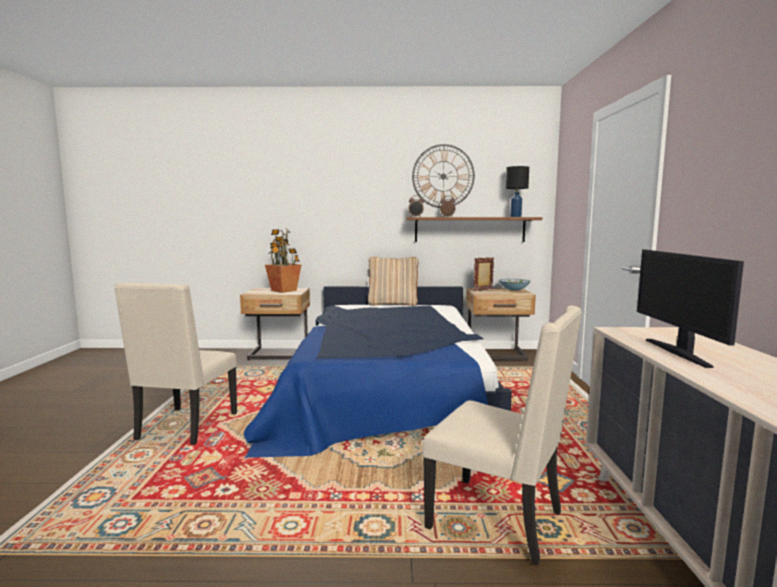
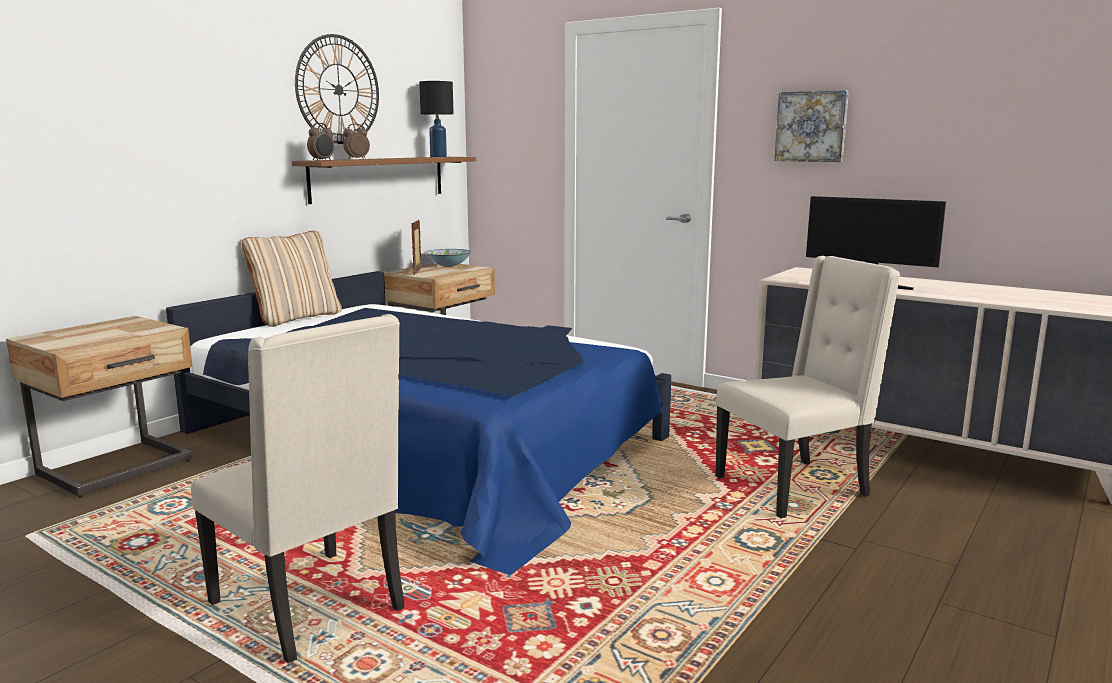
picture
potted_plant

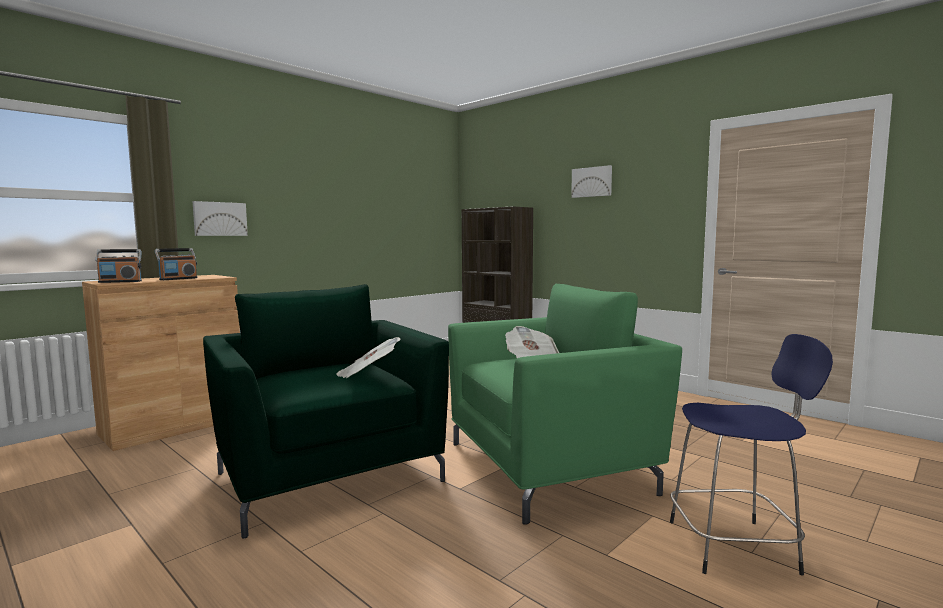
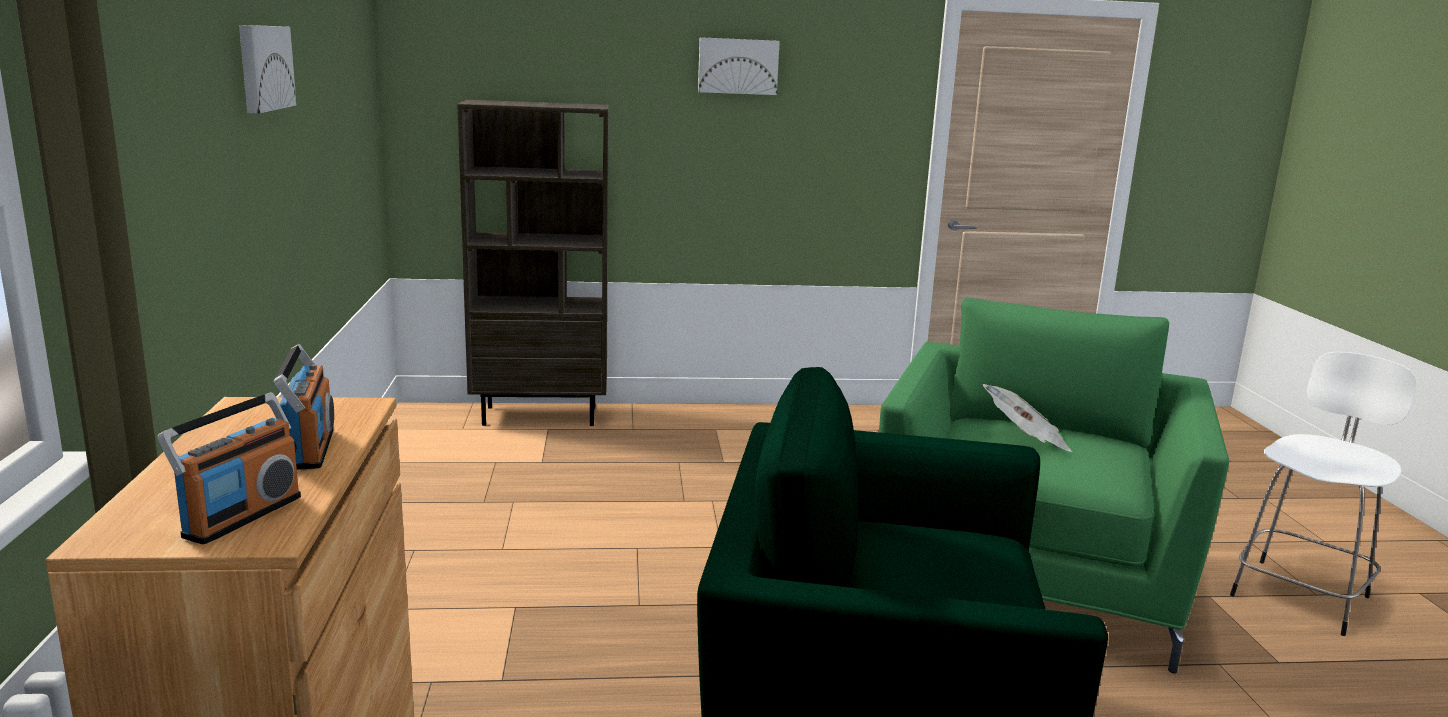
picture (1st from left)
white_stool
newspaper (1st from left in the first image)

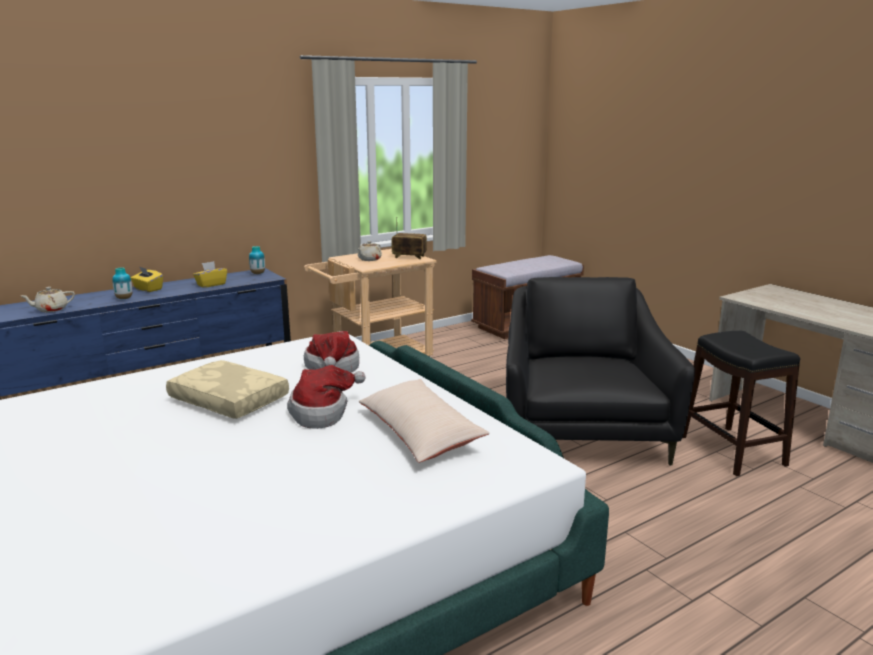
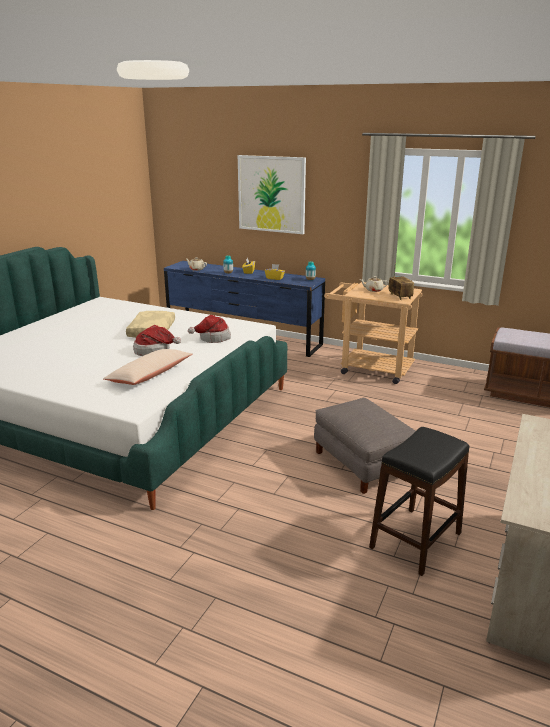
picture
grey_ottoman

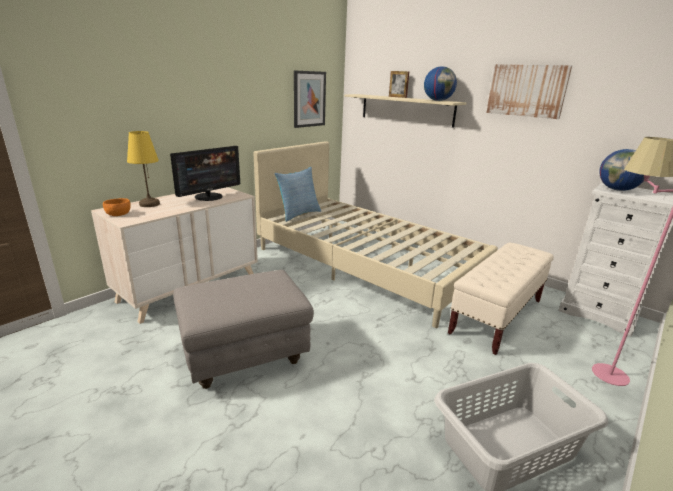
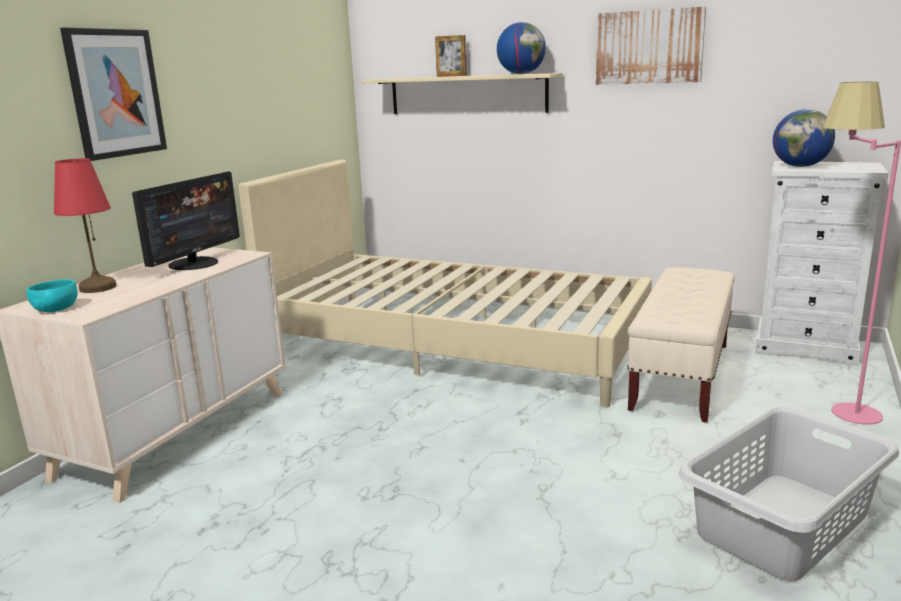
turquoise_bowl
red_table_lamp
picture (1st from left)
grey_ottoman
pillow

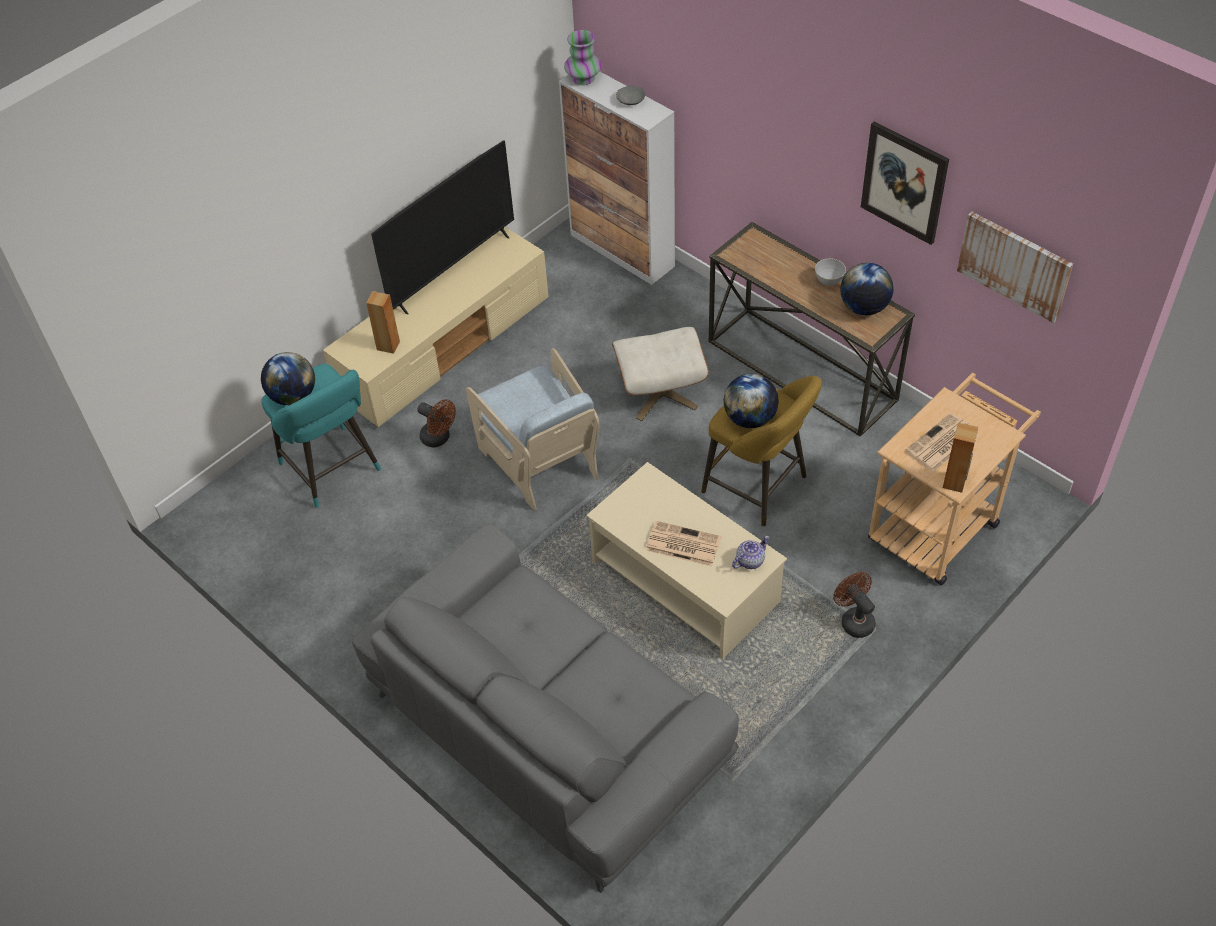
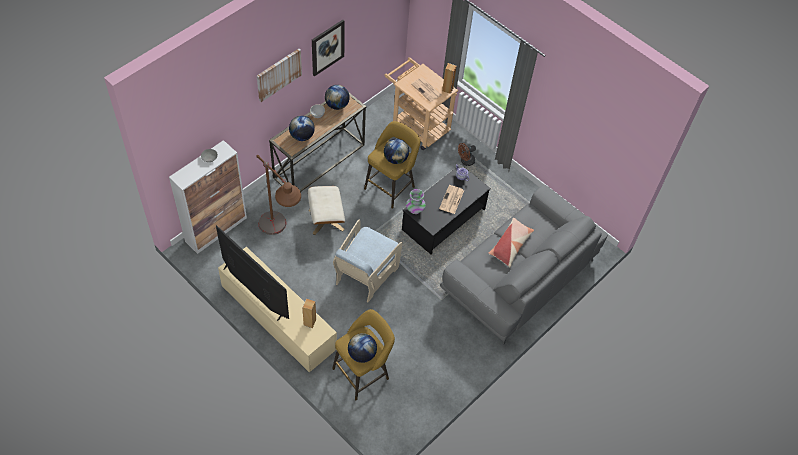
brown_floor_lamp
picture (1st from left)
globe (1st from left)
yellow_stool (1st from left)
beige_armchair
black_coffee_table
vase
pillow
brown_fan (1st from left in the first image)

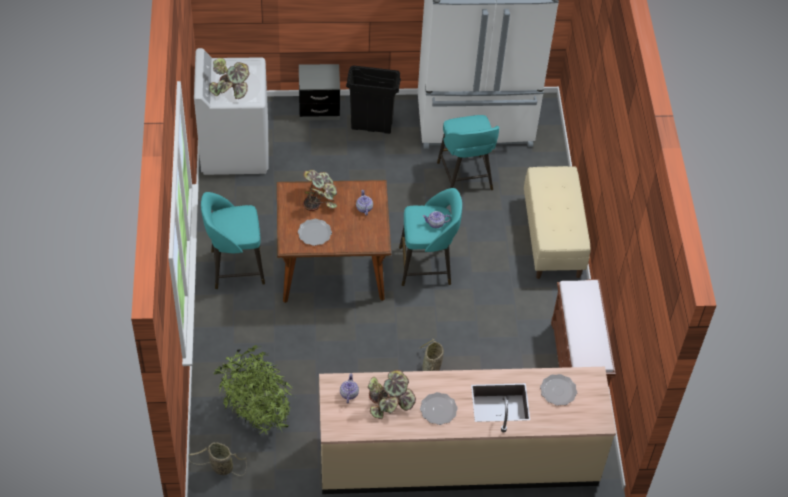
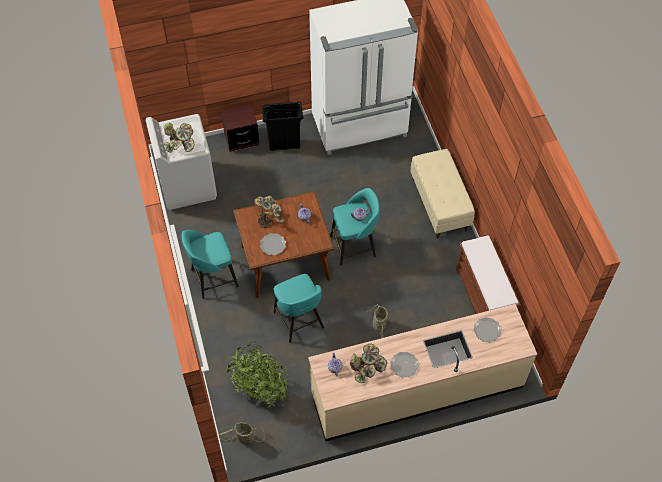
brown_nightstand
turquoise_stool (2nd from left)

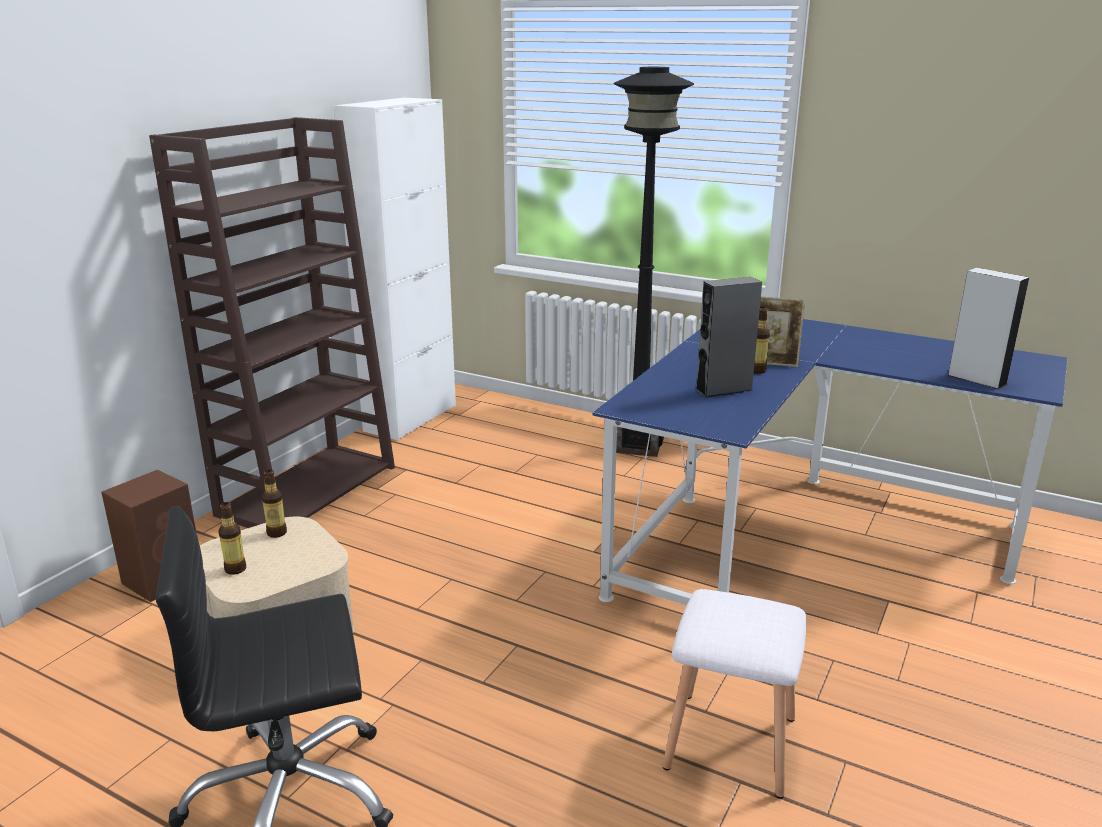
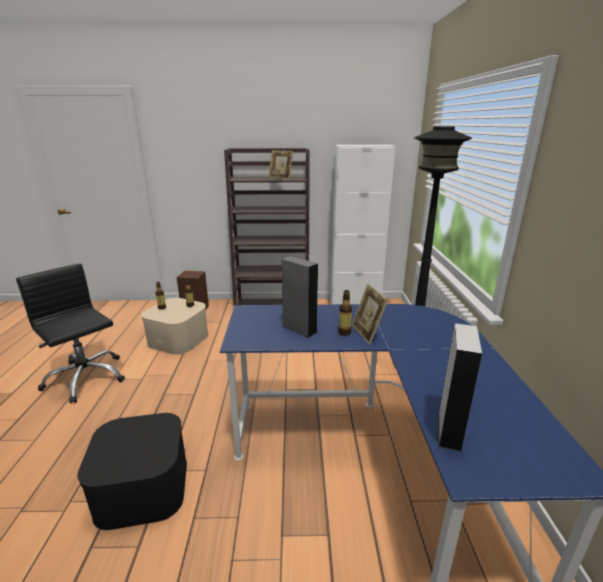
black_storage_box
picture_frame (1st from left)

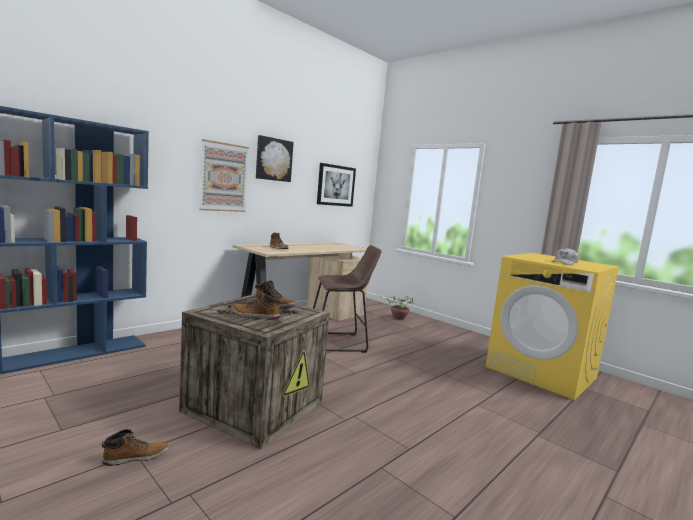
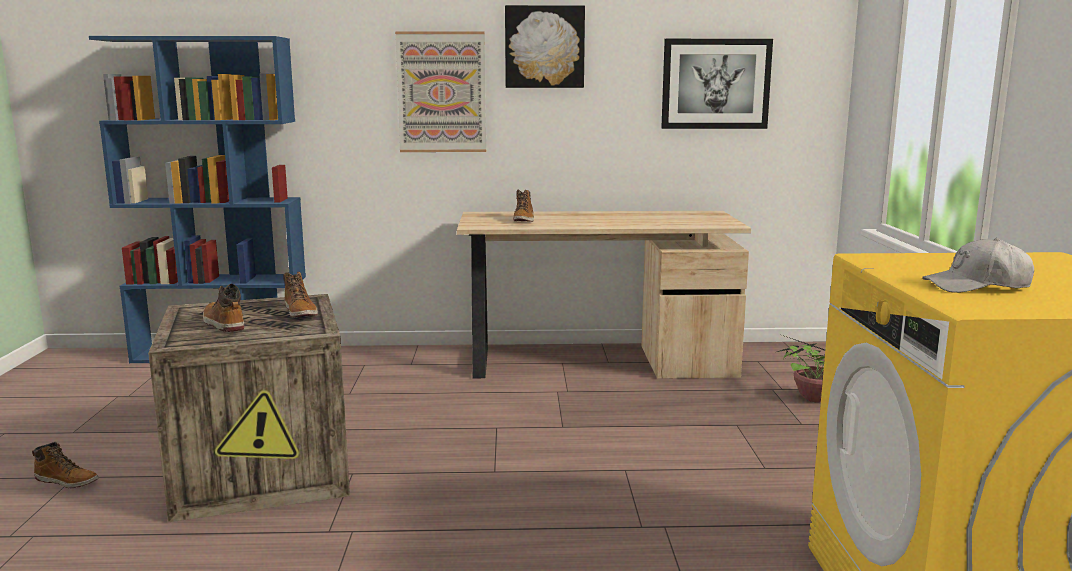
brown_stool

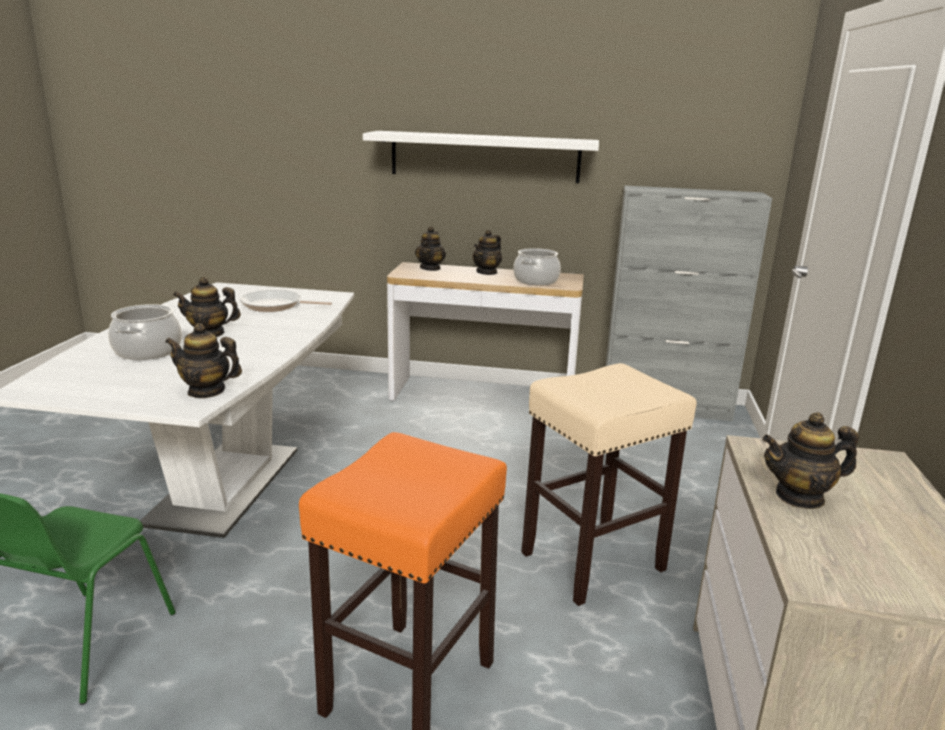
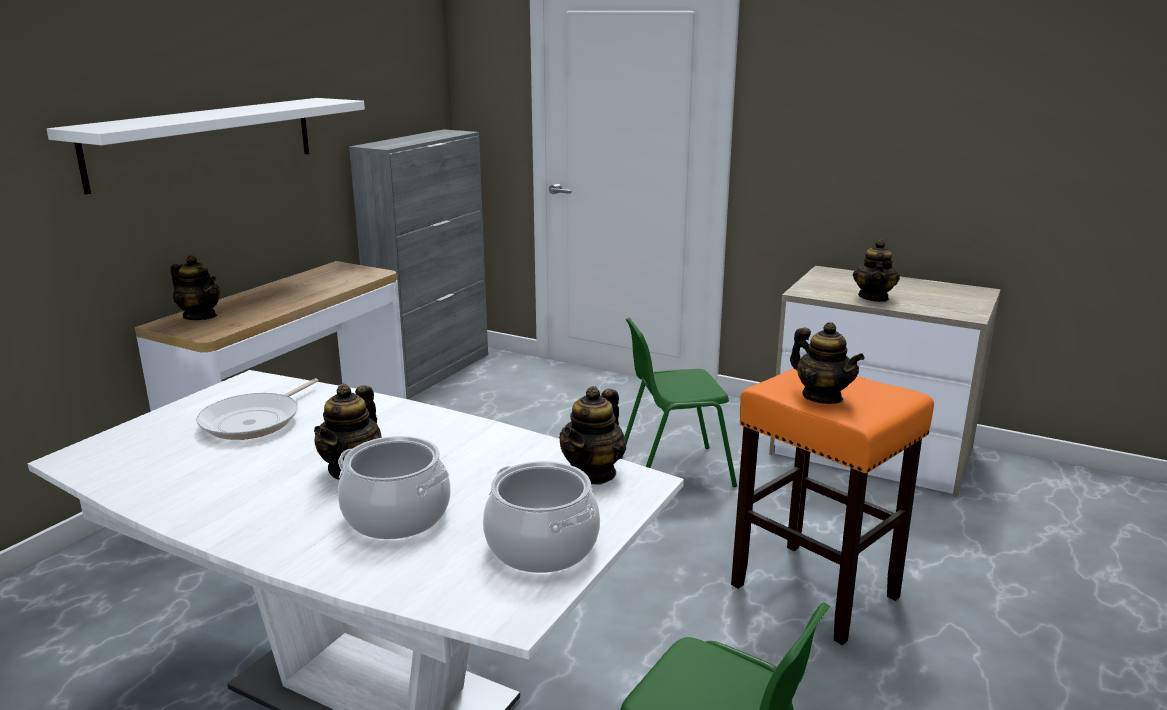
cooking_pot (2nd from left)
green_chair (1st from left)
teapot (4th from left)

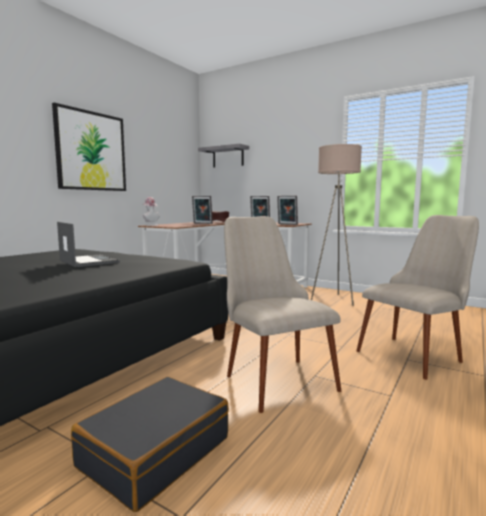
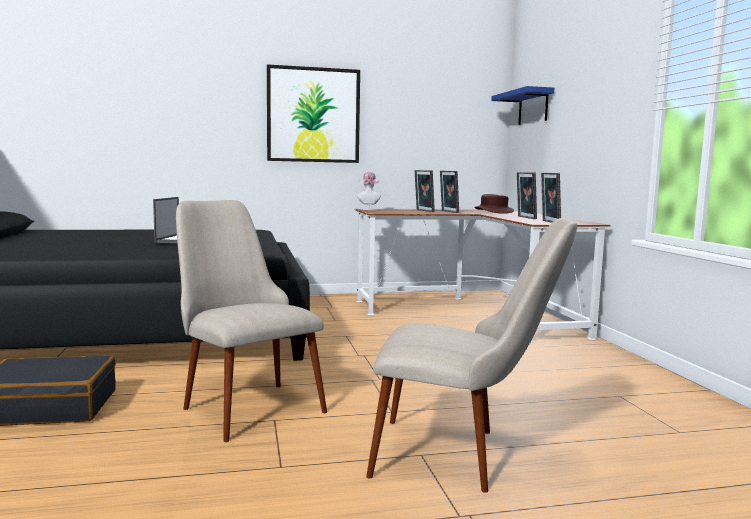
beige_chair (1st from left)
picture_frame (1st from left)
blue_shelf
beige_floor_lamp

